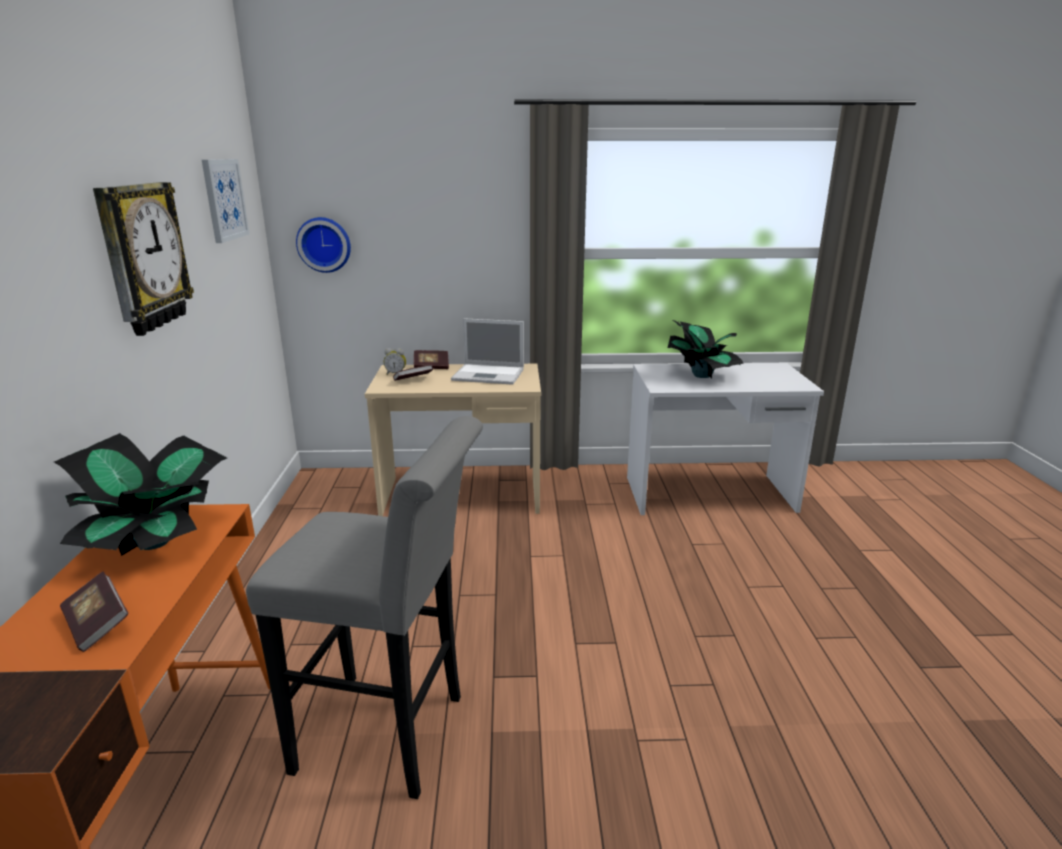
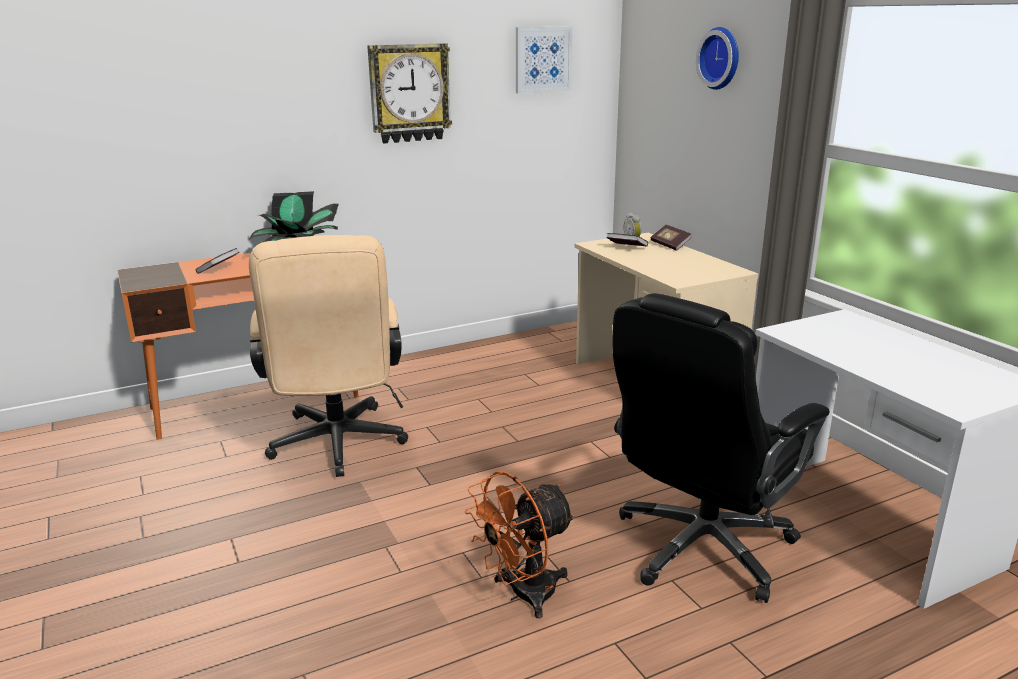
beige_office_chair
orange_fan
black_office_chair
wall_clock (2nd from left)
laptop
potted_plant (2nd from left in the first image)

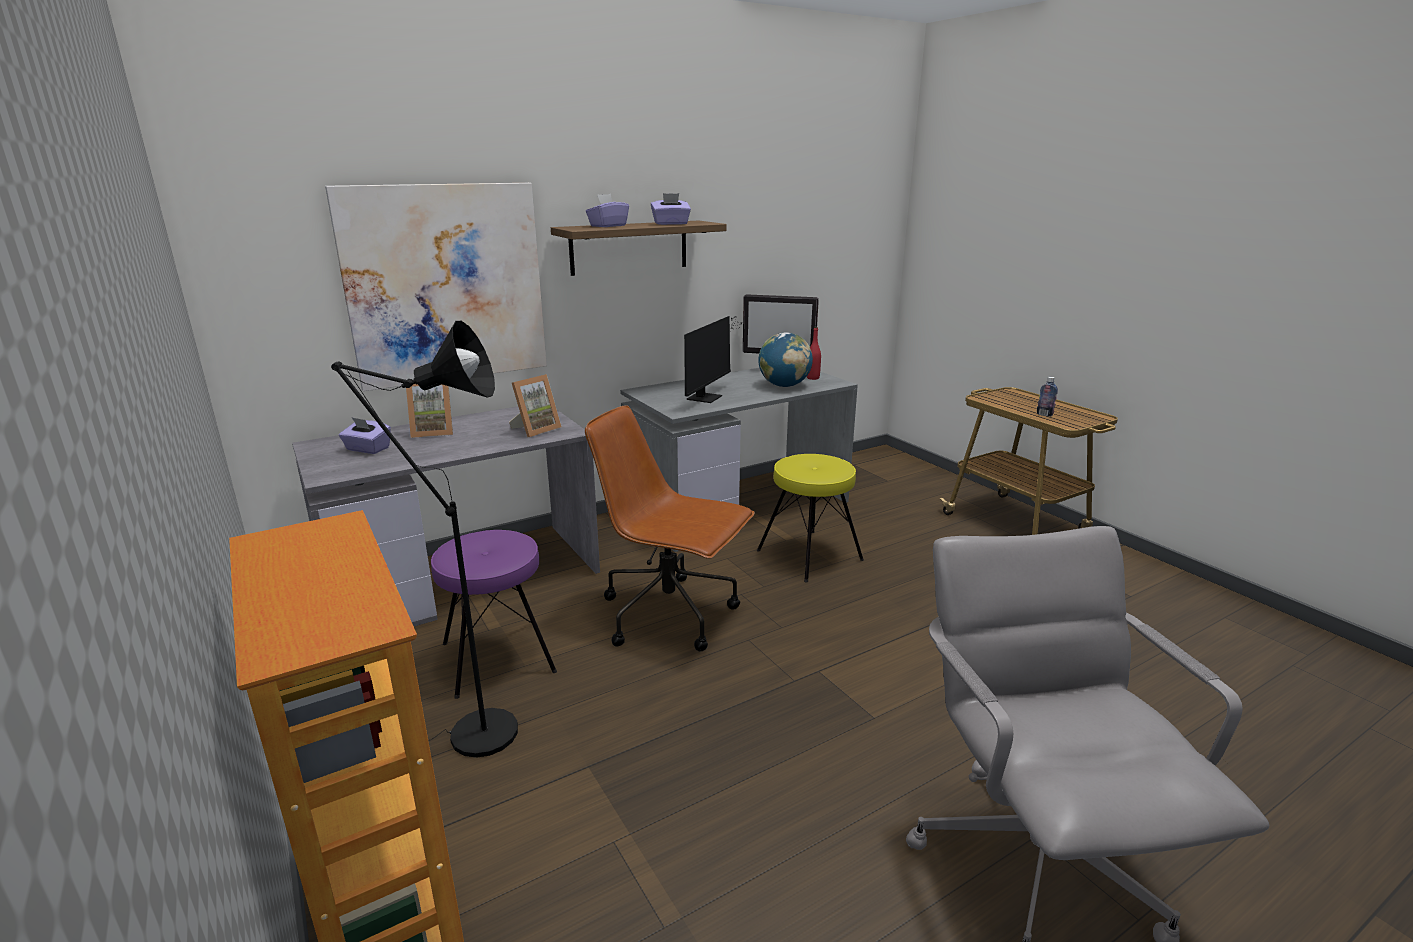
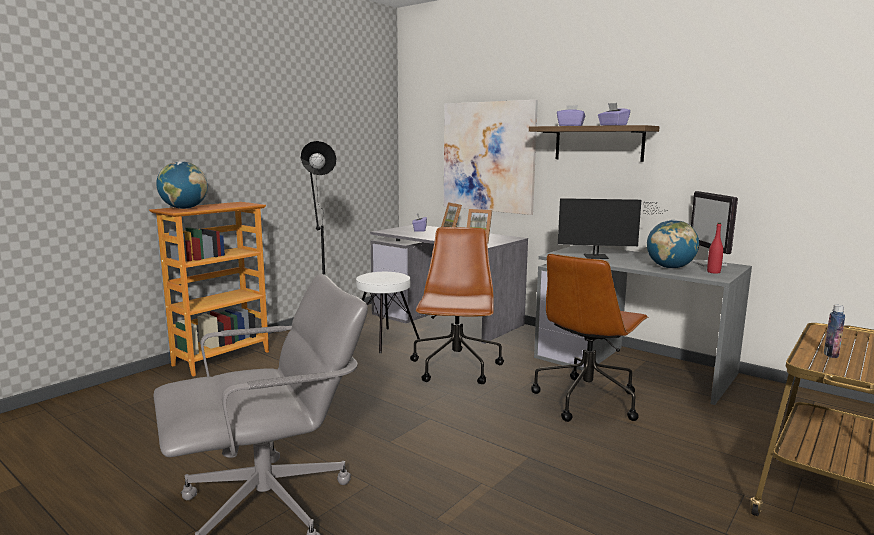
globe (1st from left)
white_stool
brown_office_chair (2nd from left)

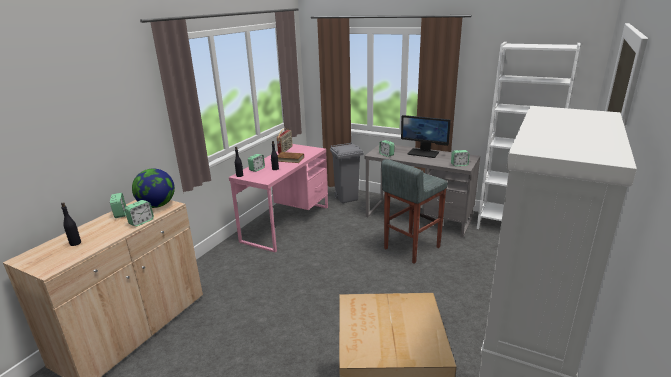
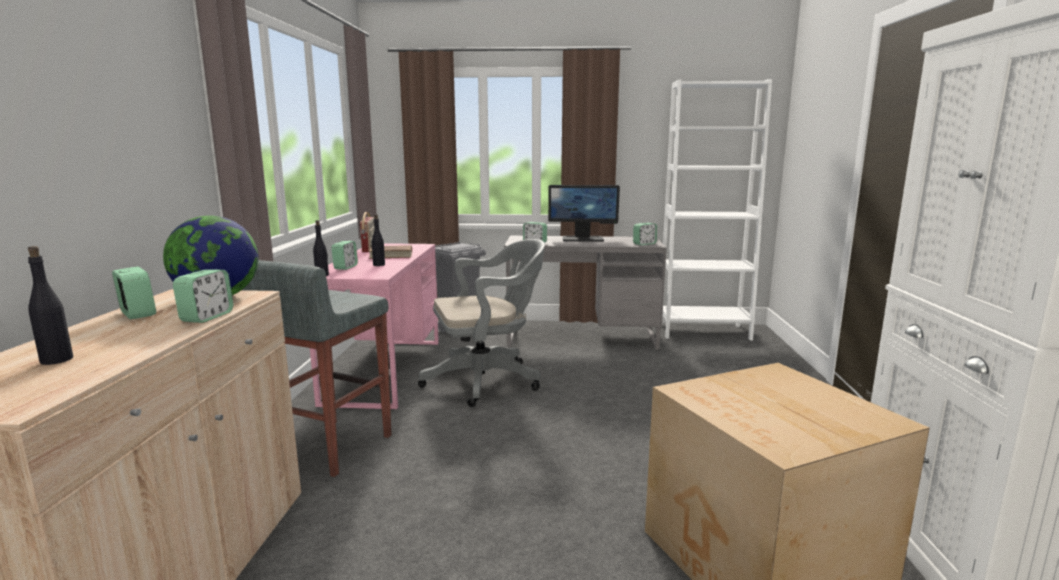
grey_stool
grey_office_chair

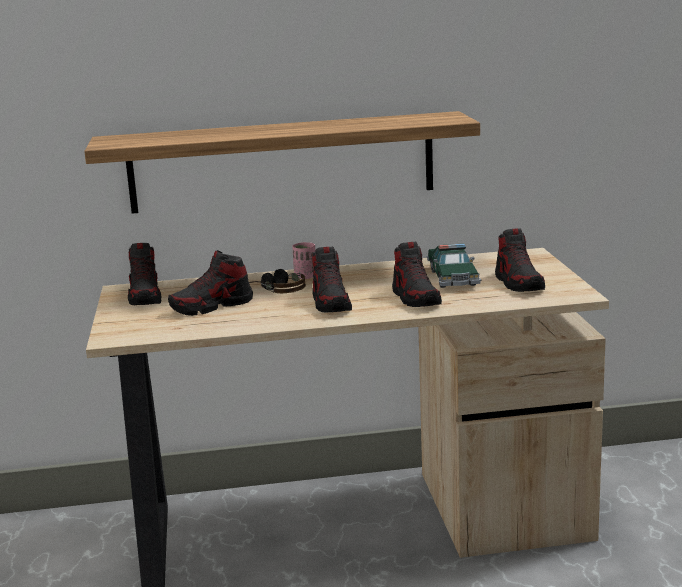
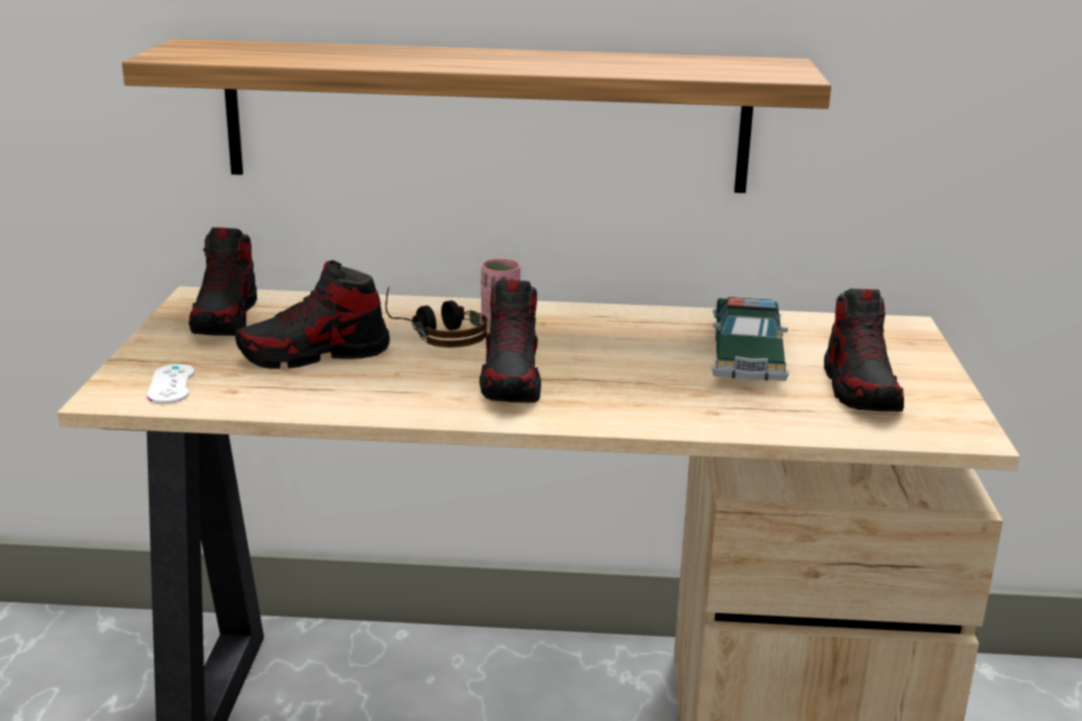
white_game_controller
shoe (4th from left in the first image)

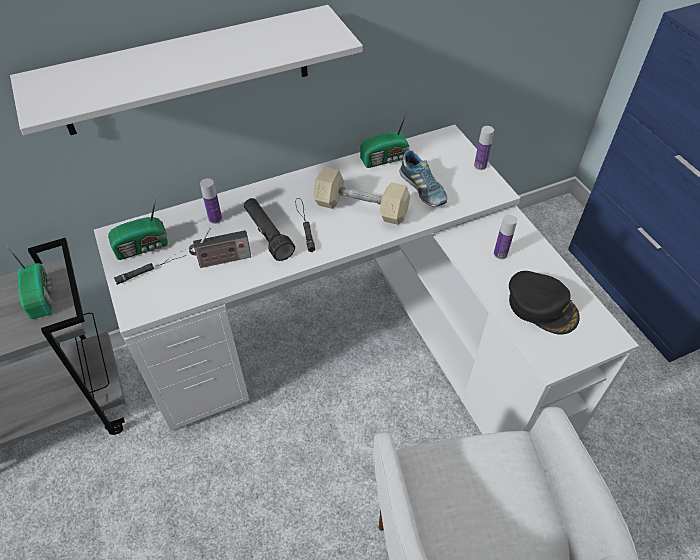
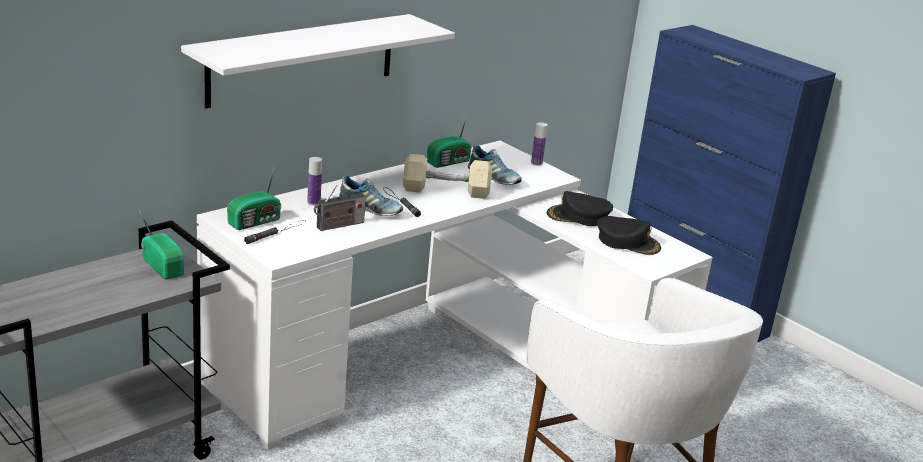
shoe (1st from left)
black_cap (1st from left)

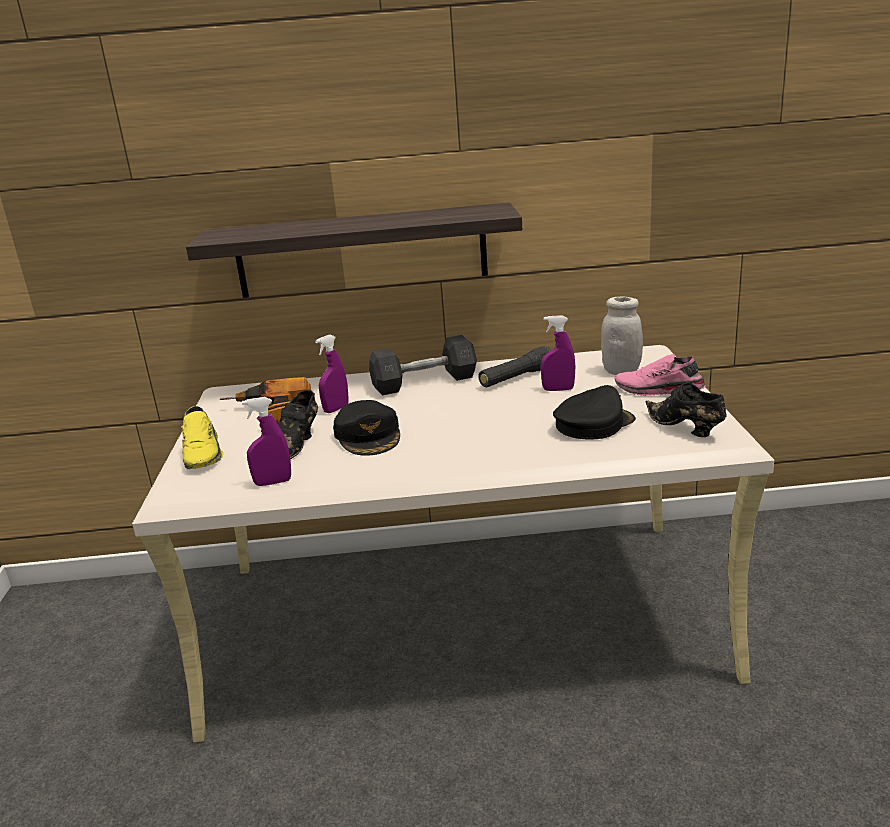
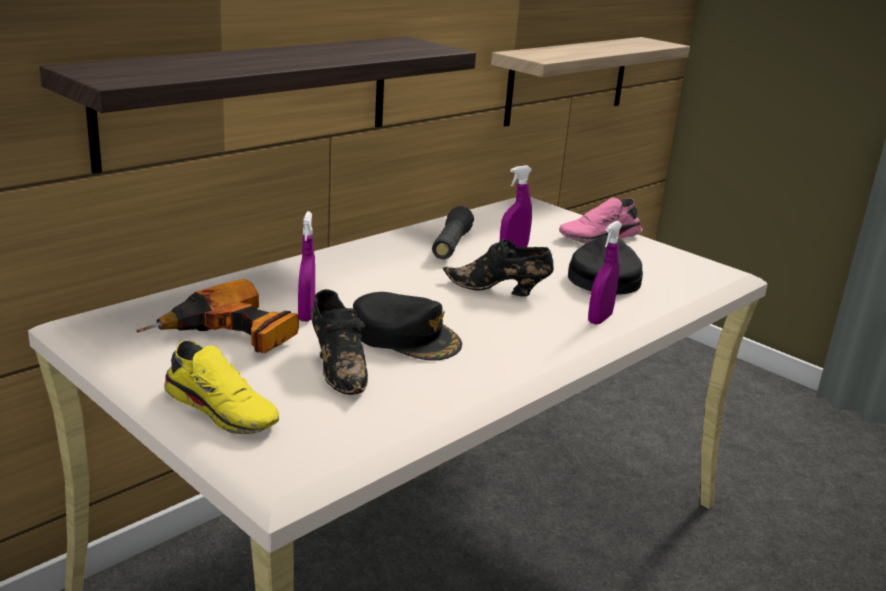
black_shoe (2nd from left)
shelf (2nd from left)
purple_spray_bottle (3rd from left)
grey_dumbbell
white_jar

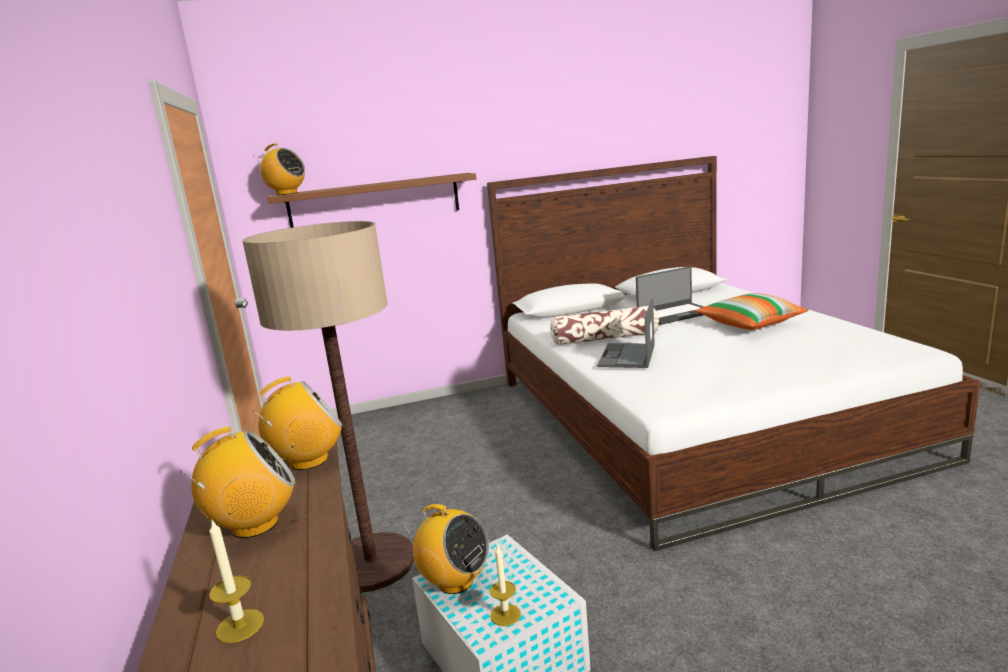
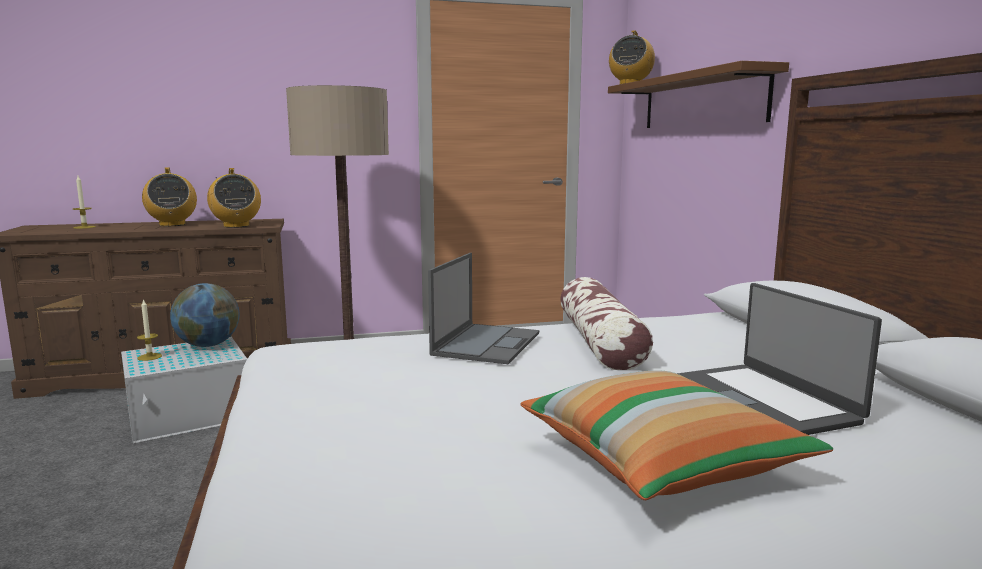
globe
laptop (1st from left)

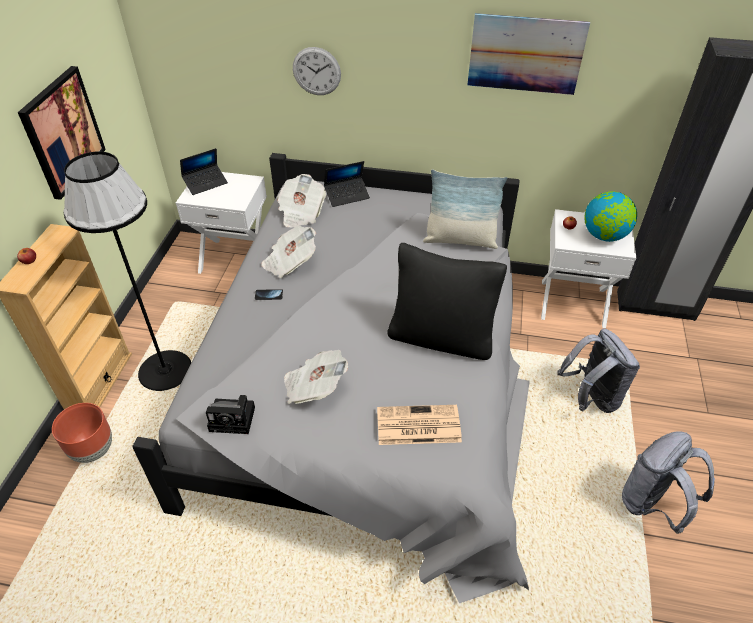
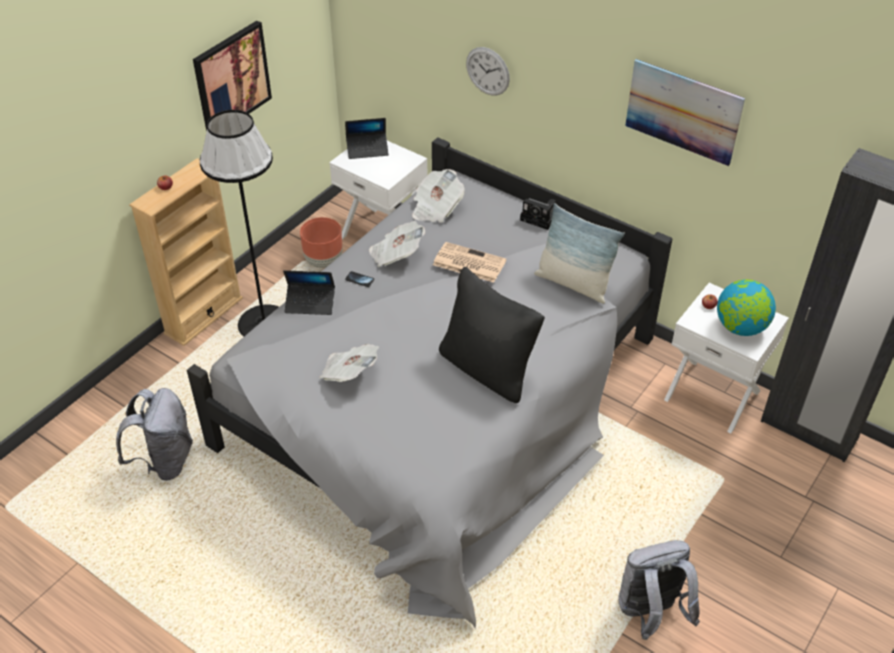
grey_backpack (1st from left)
laptop (1st from left)
brown_planter
newspaper (4th from left)
photo_camera

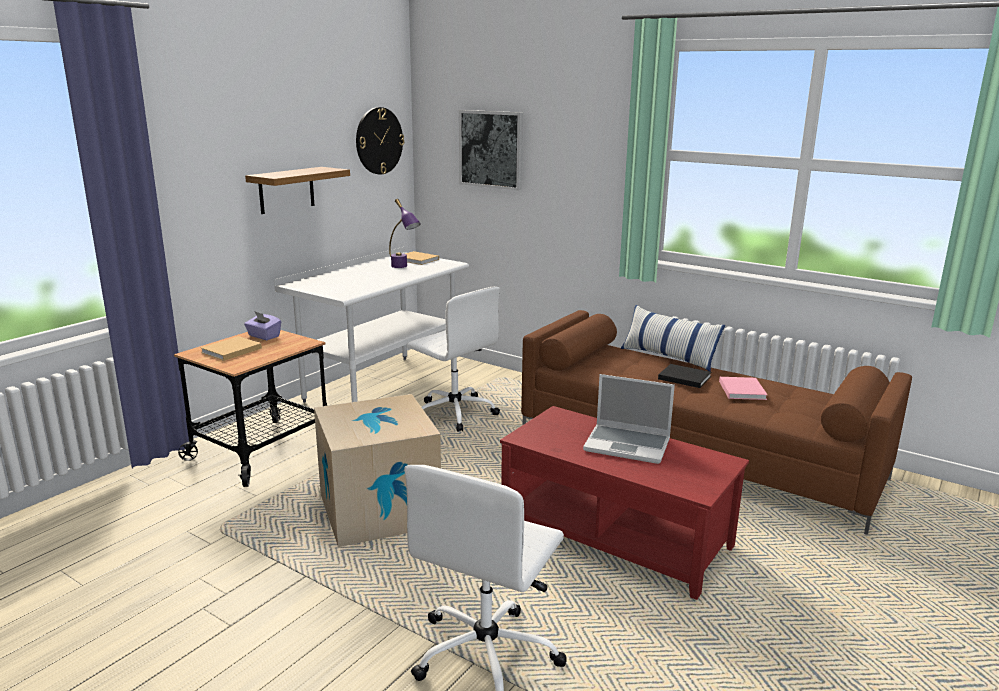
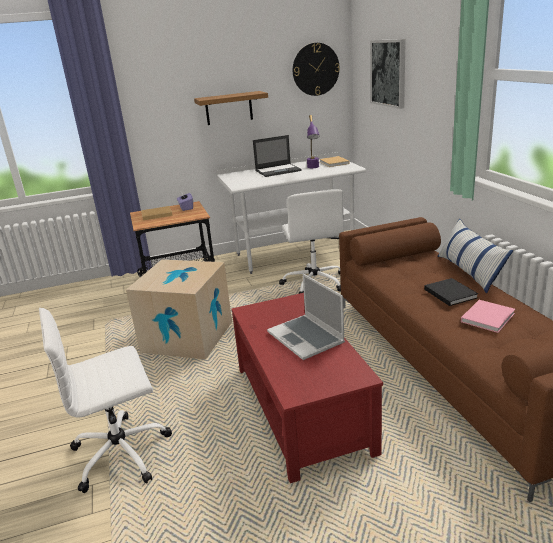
laptop (1st from left)

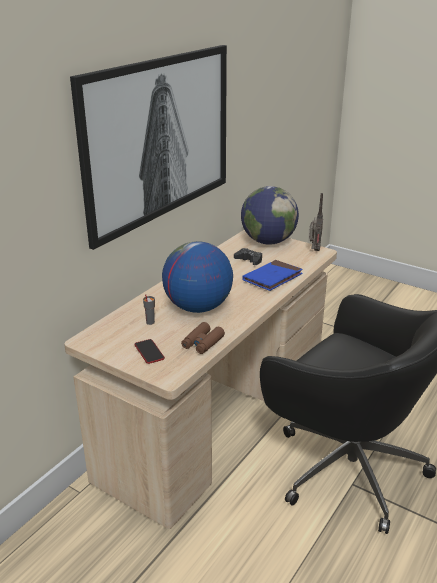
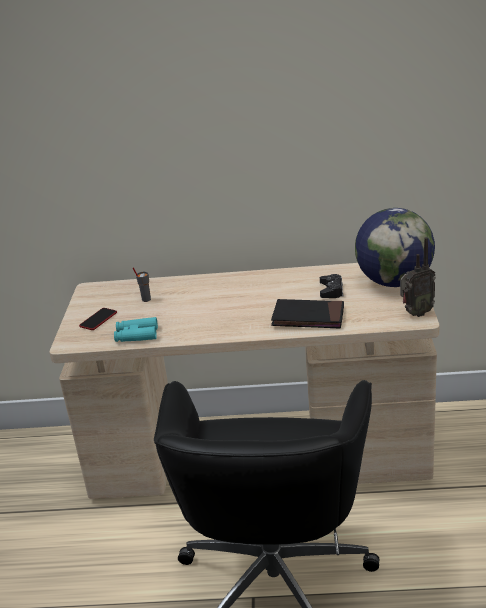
turquoise_binoculars
black_book
picture
globe (1st from left in the first image)

